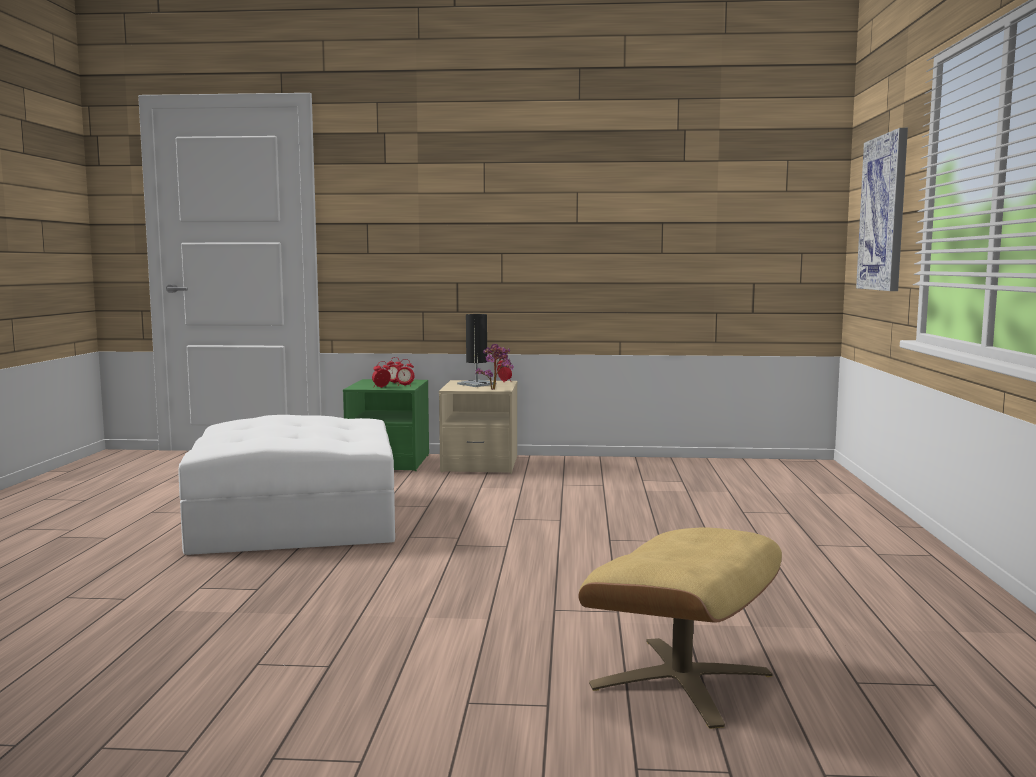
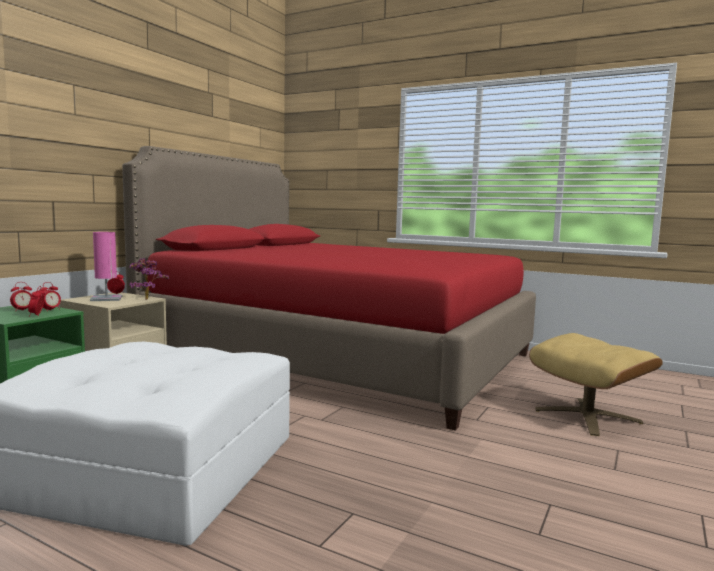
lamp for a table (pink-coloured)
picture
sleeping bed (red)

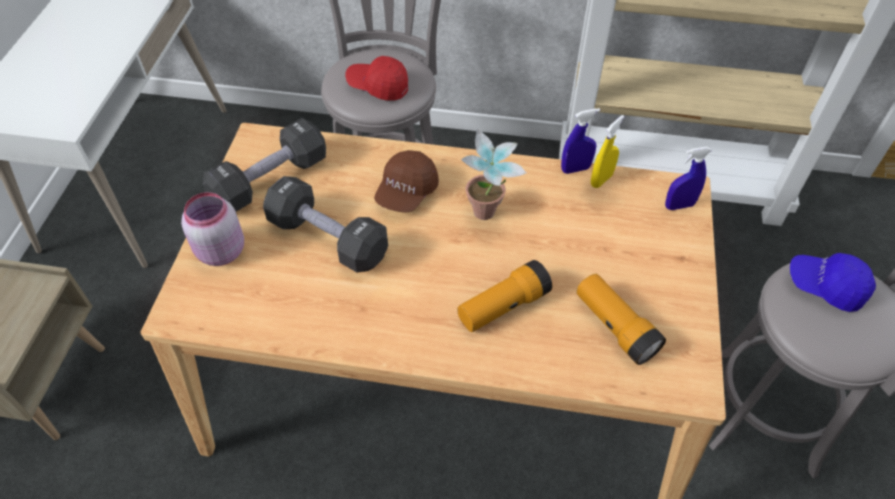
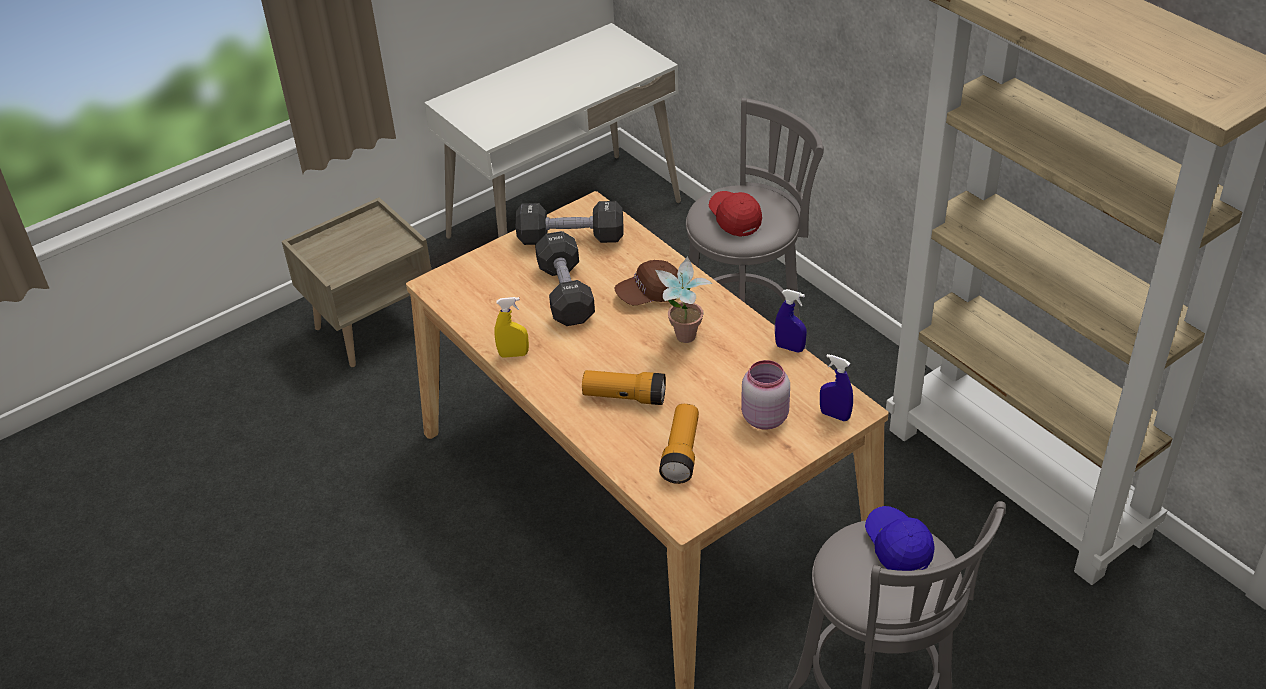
jar (pink-coloured)
spray bottle (yellow)

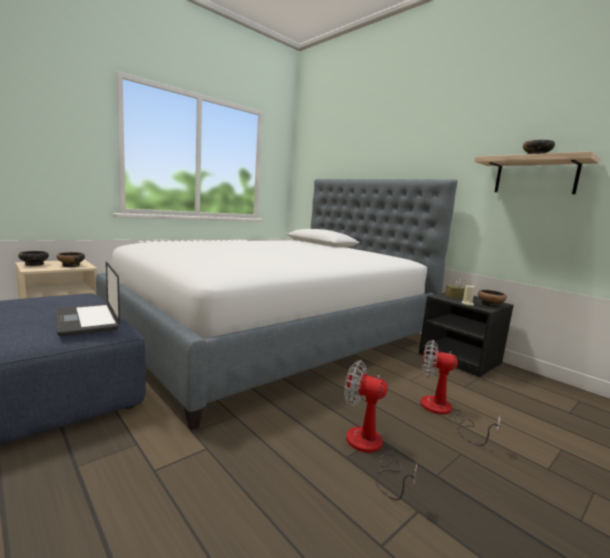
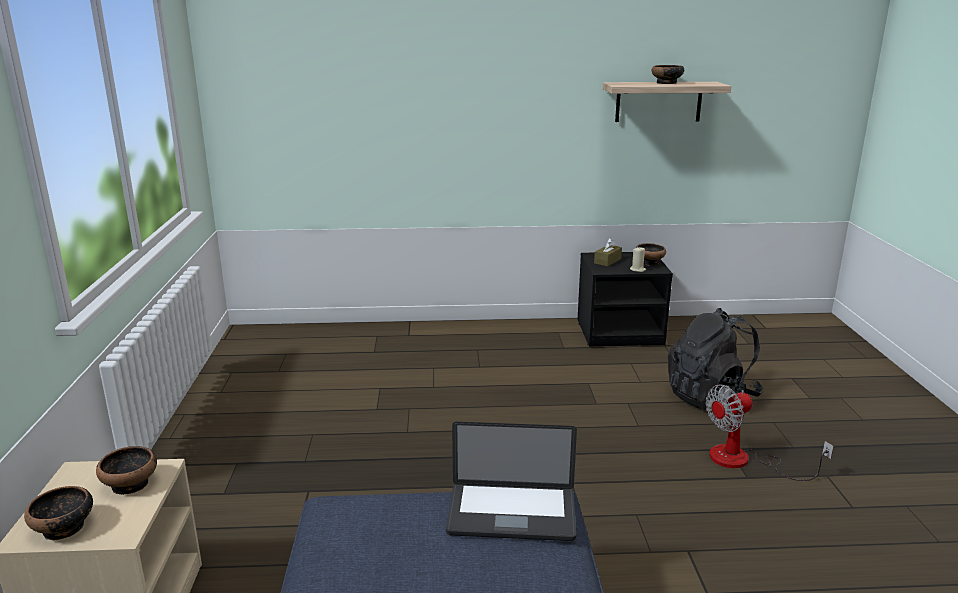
sleeping bed
knapsack (black)

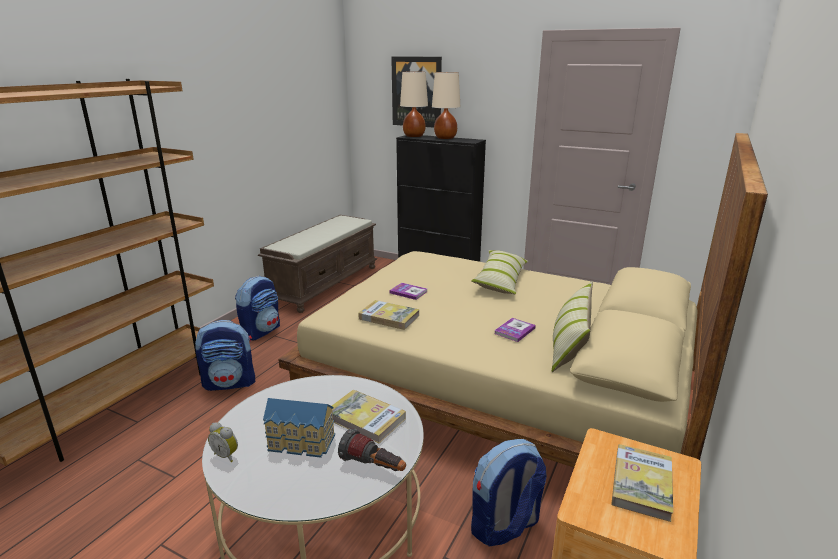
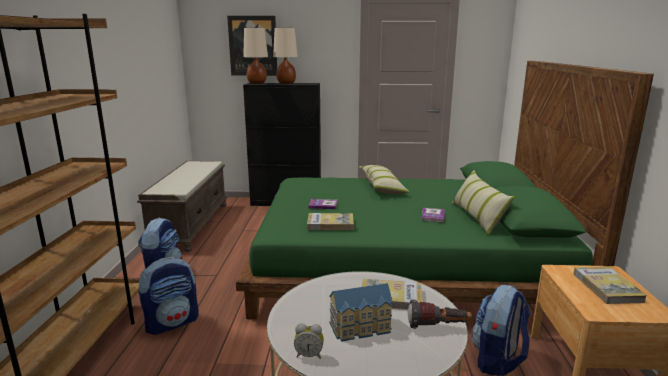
sleeping bed (green)

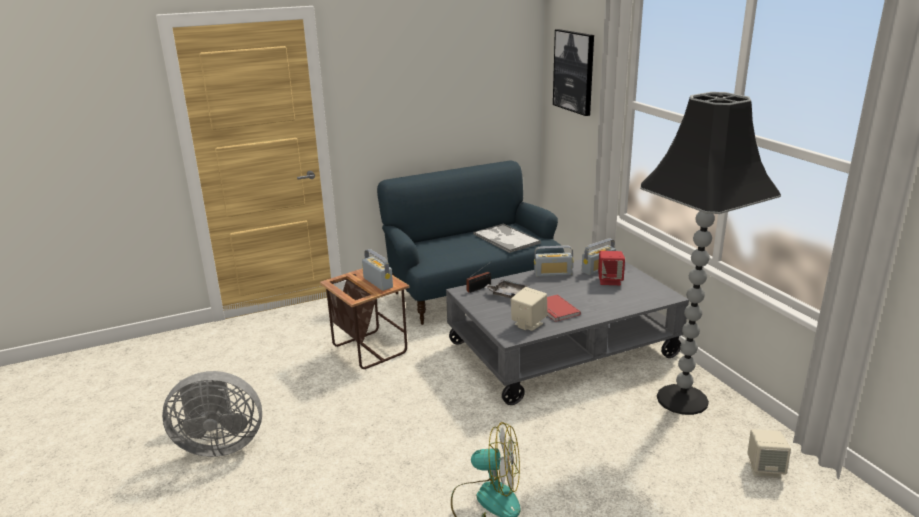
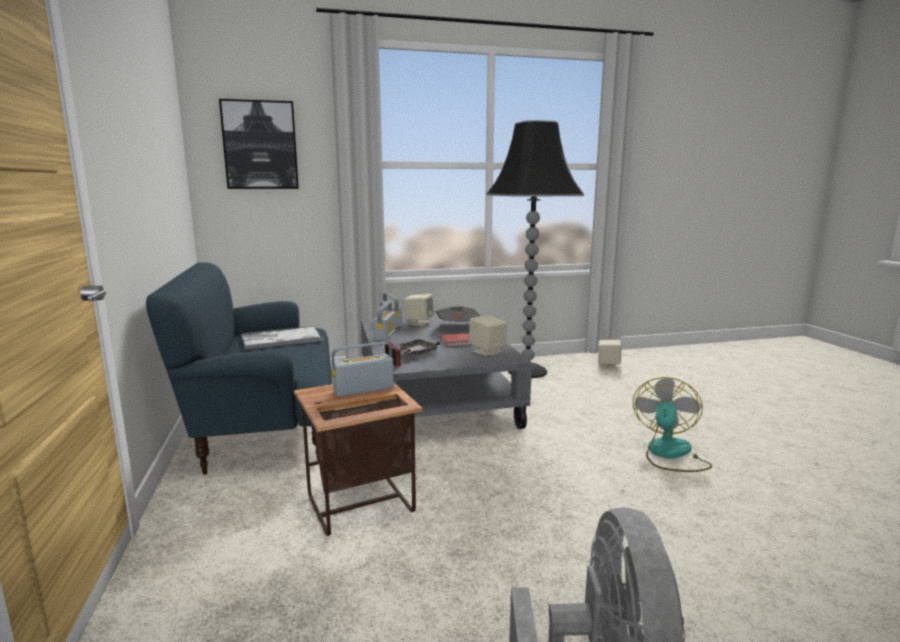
audio speaker (beige-coloured) (1st from left)
printed paper

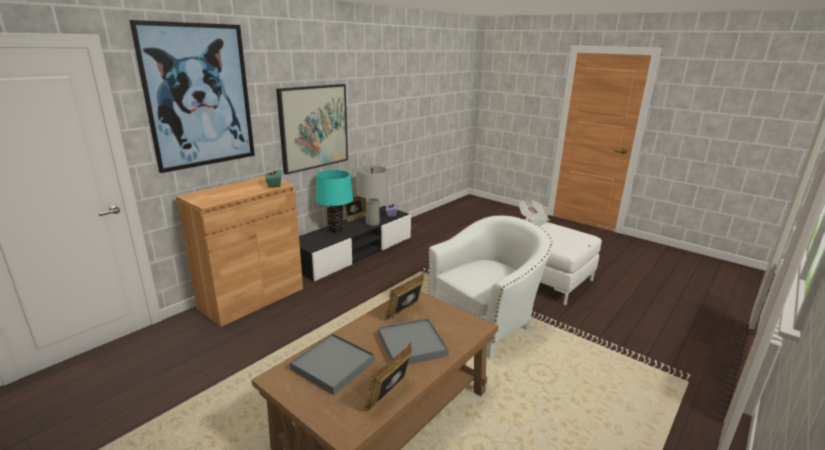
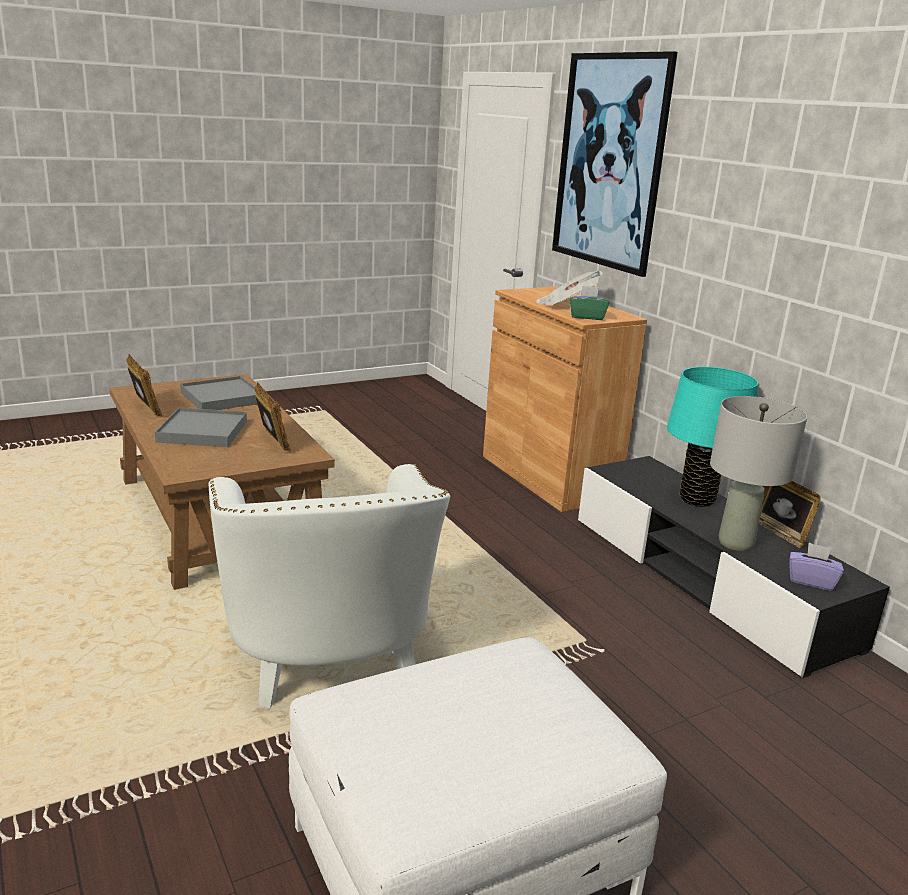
picture (2nd from left in the first image)
printed paper

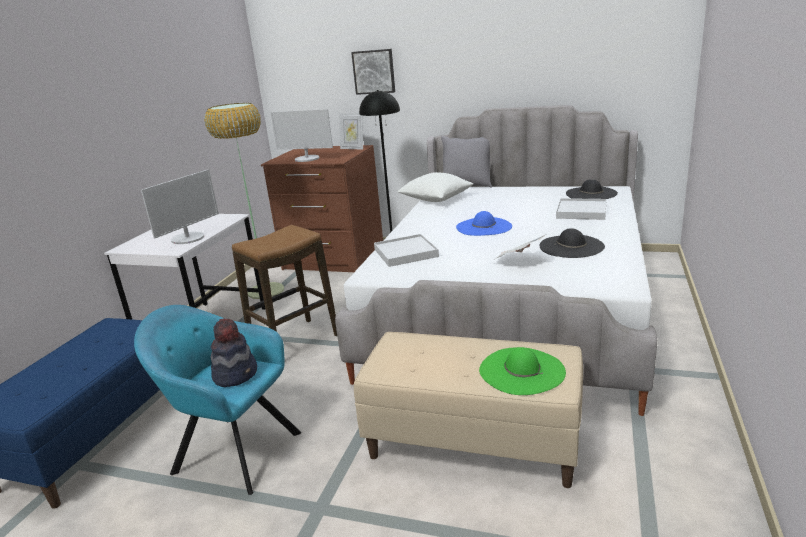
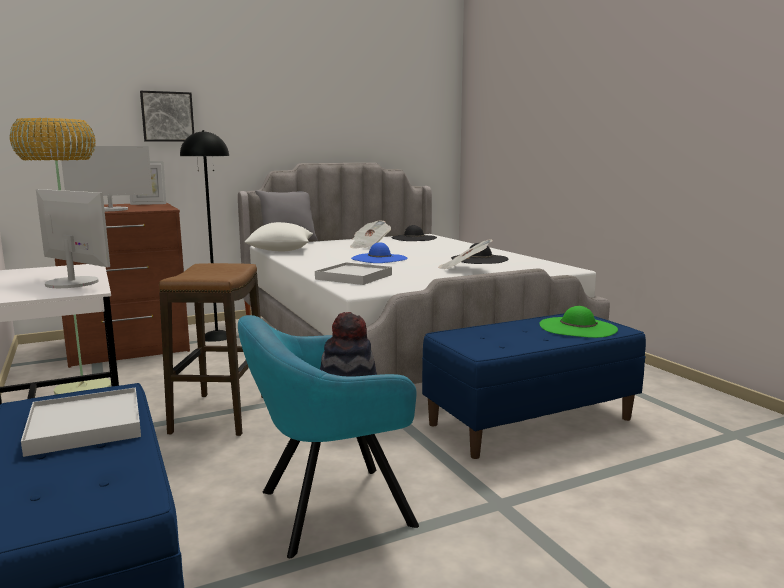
computer display (1st from left)
indoor bench (blue-coloured) (2nd from left)
serving tray (whitish) (1st from left)
printed paper (1st from left)

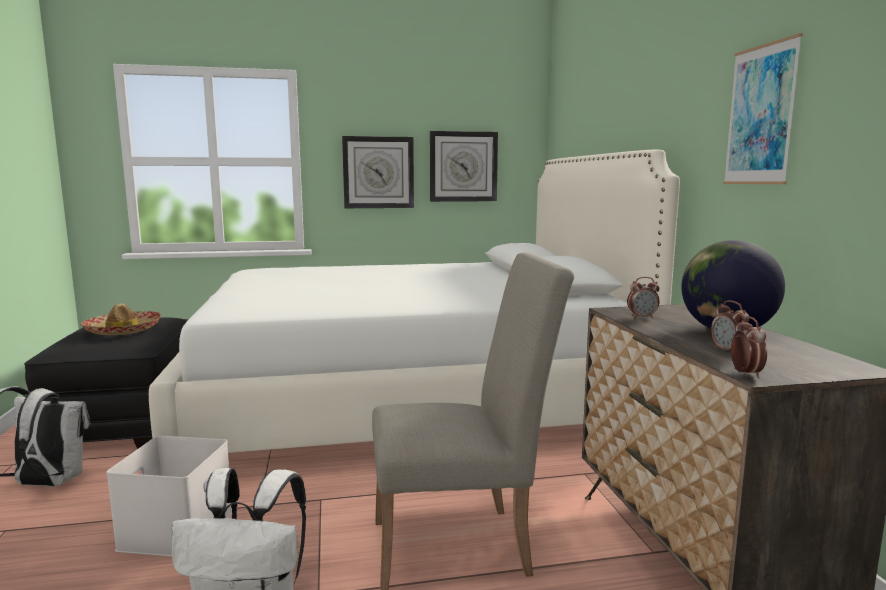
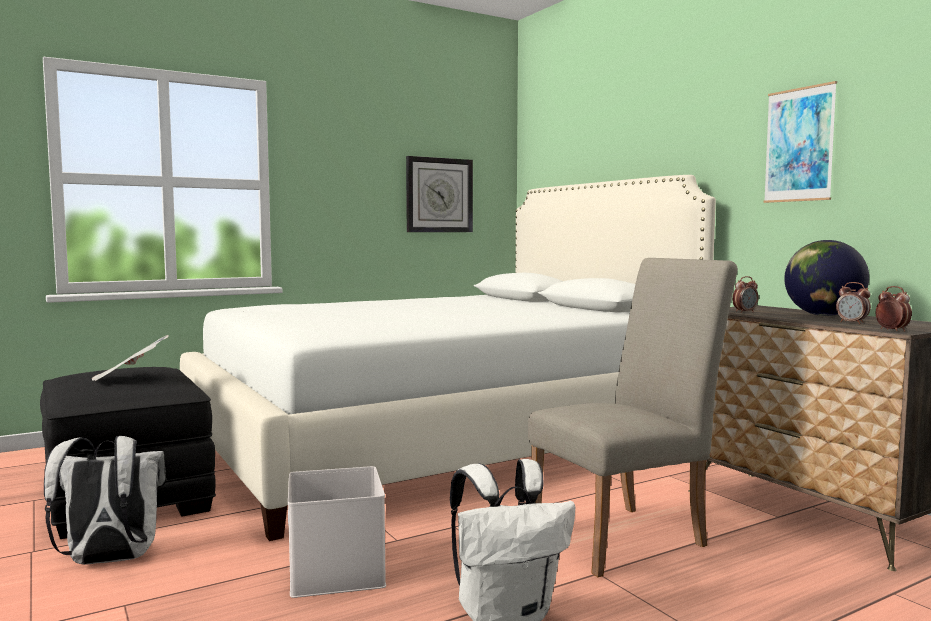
printed paper
wall clock (1st from left in the first image)

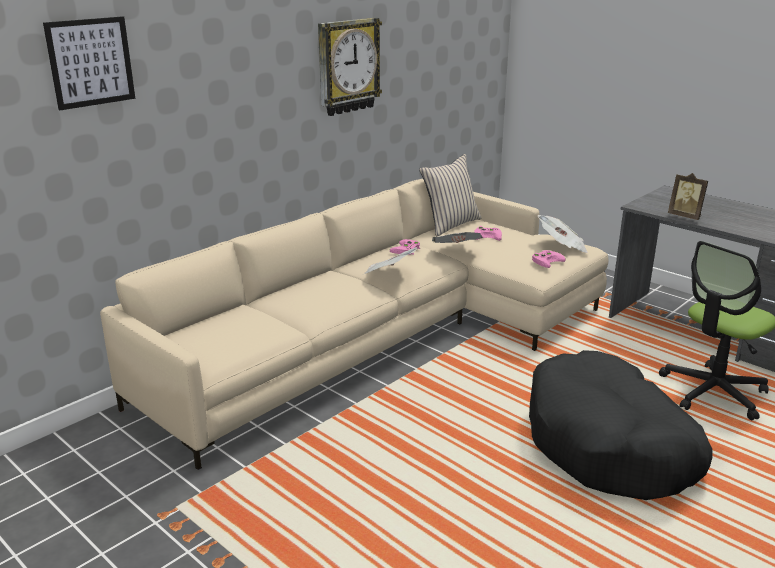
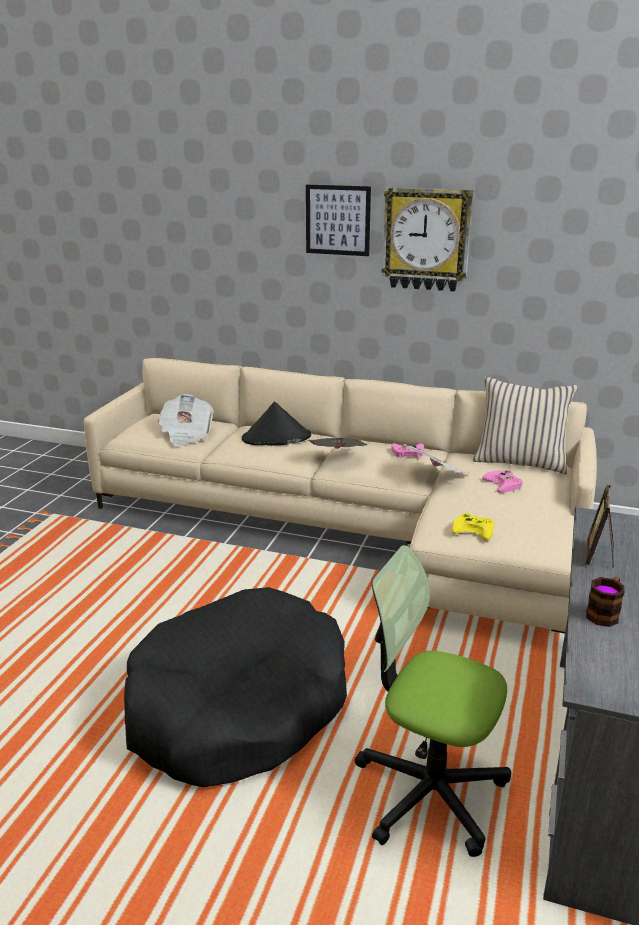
picture
joypad (yellow)
printed paper (1st from left)
clothing hat (black)
tea mug

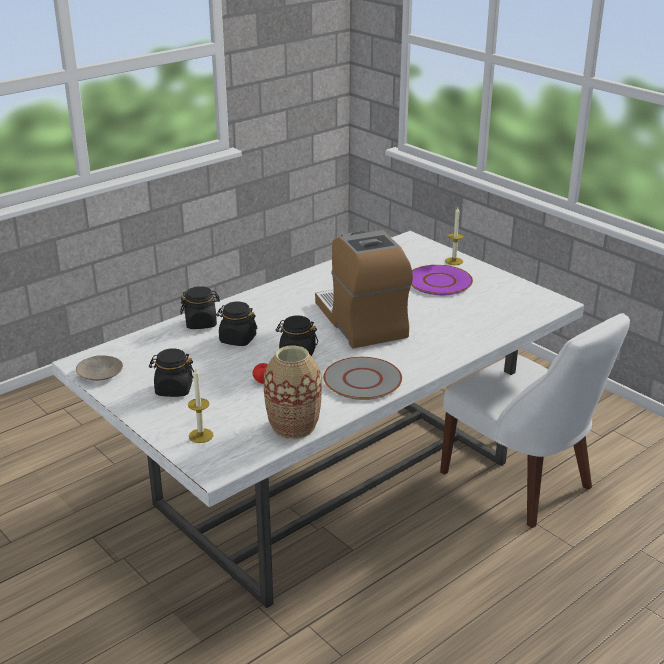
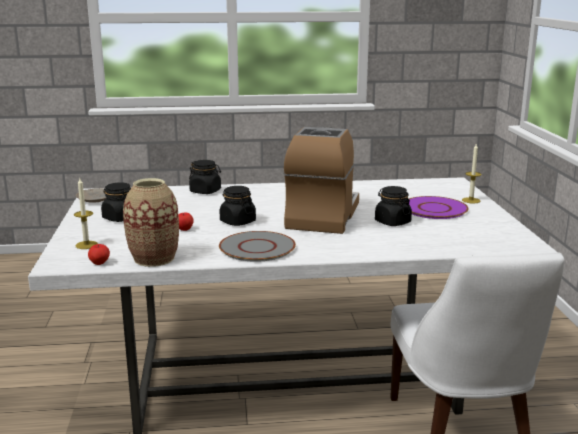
jar (black) (4th from left)
apple (1st from left)

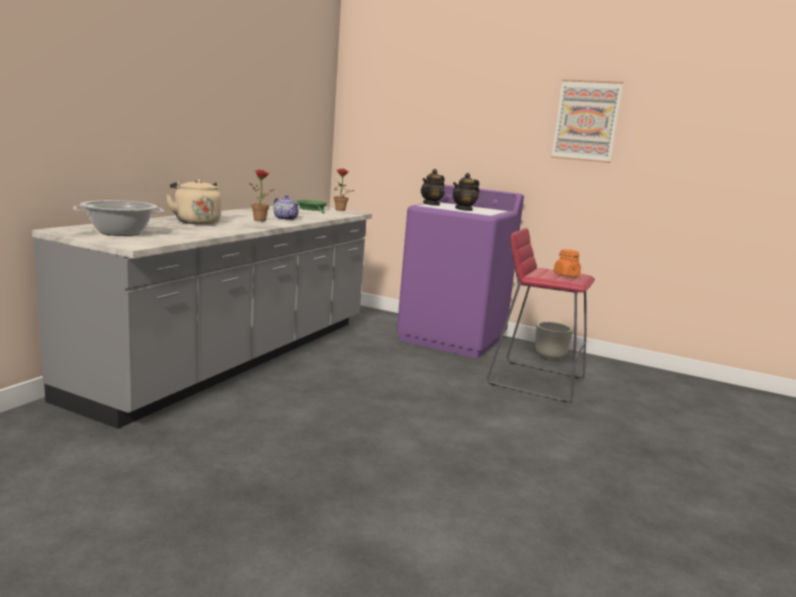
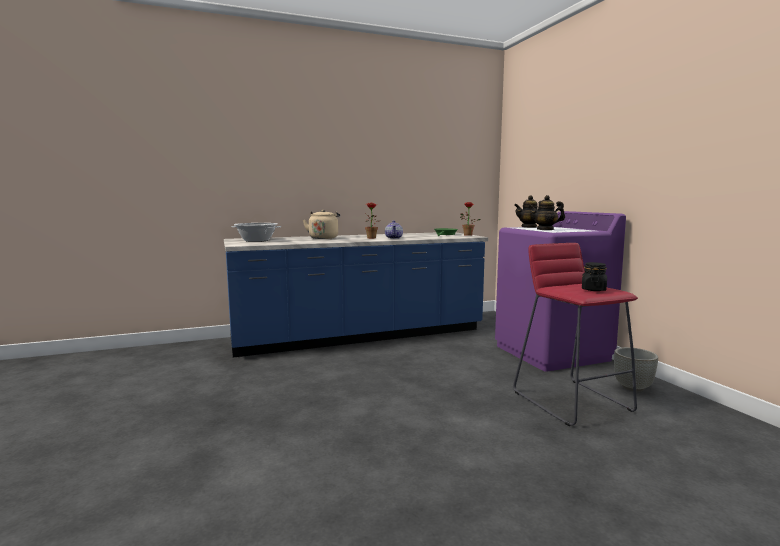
kitchen base unit (blue-coloured)
picture
jar (black)

